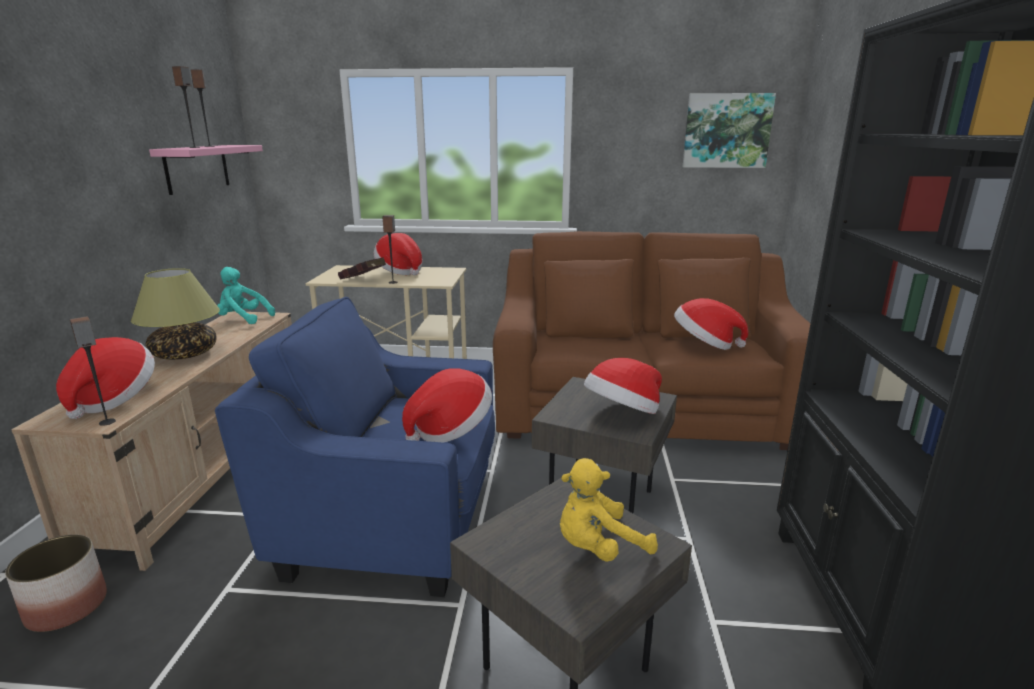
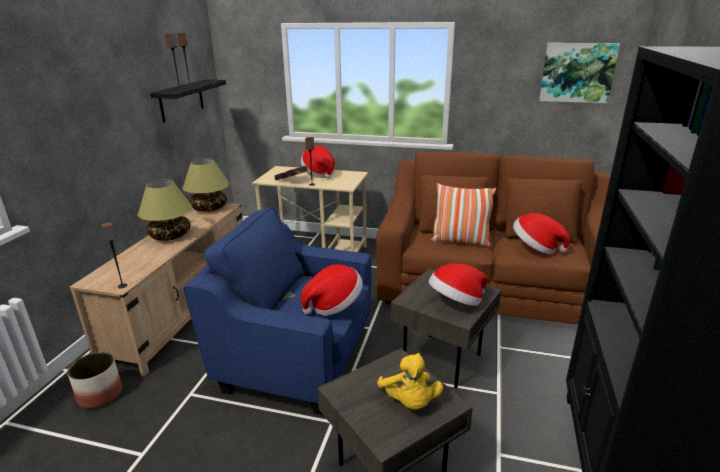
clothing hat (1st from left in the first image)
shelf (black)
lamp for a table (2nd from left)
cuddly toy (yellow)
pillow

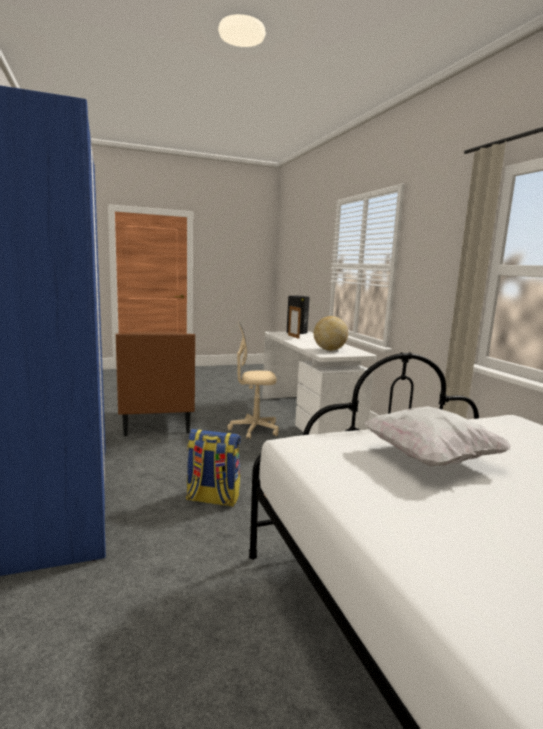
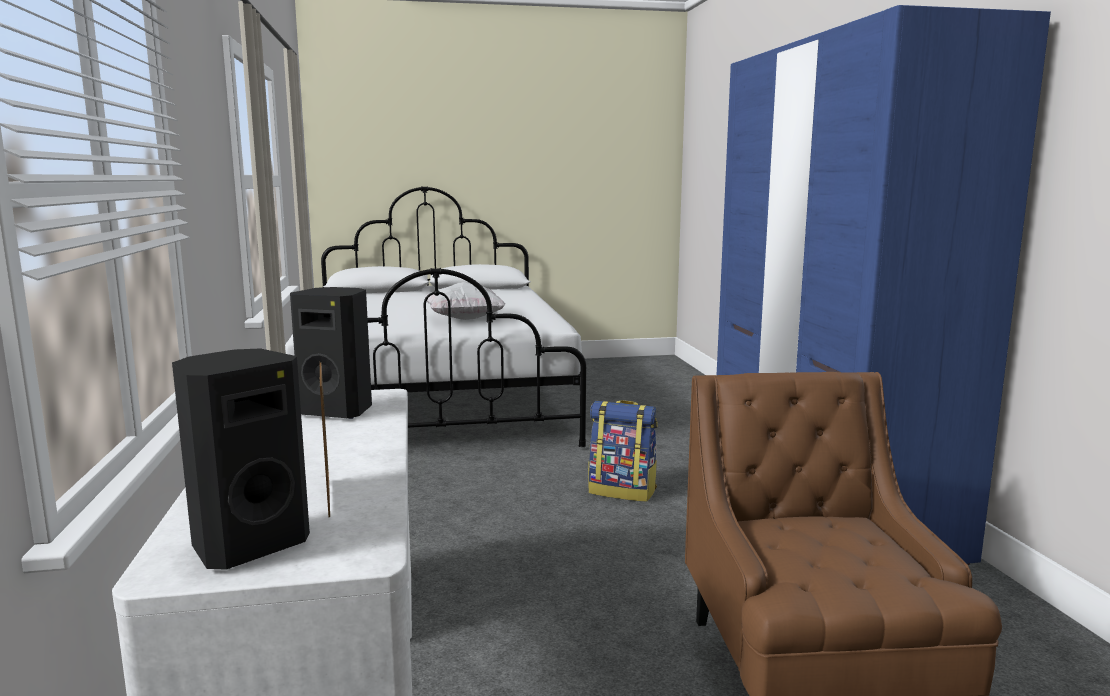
office chair (beige-coloured)
audio speaker (black) (2nd from left)

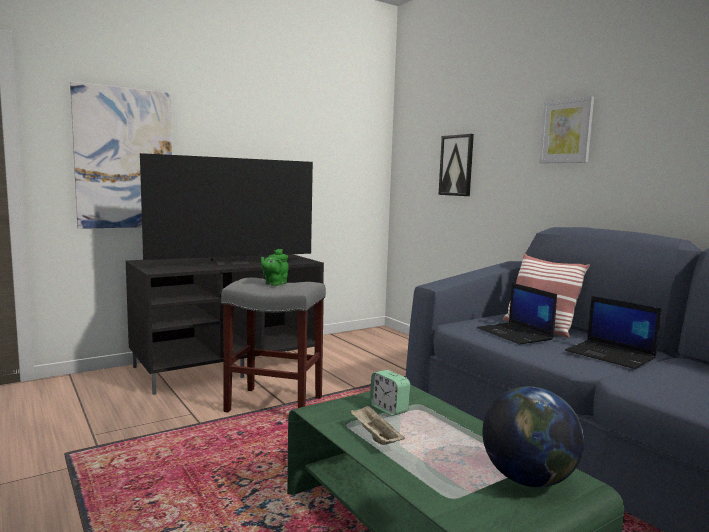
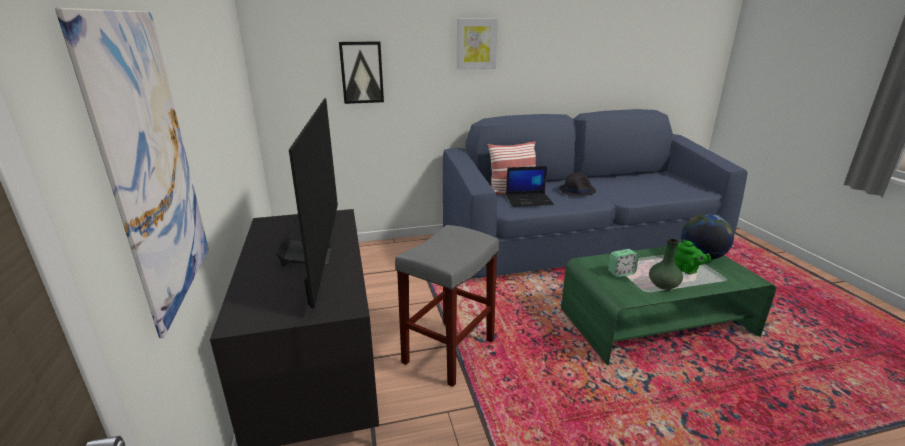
pot for tea (green)
flower vase (green)
clothing hat (black)

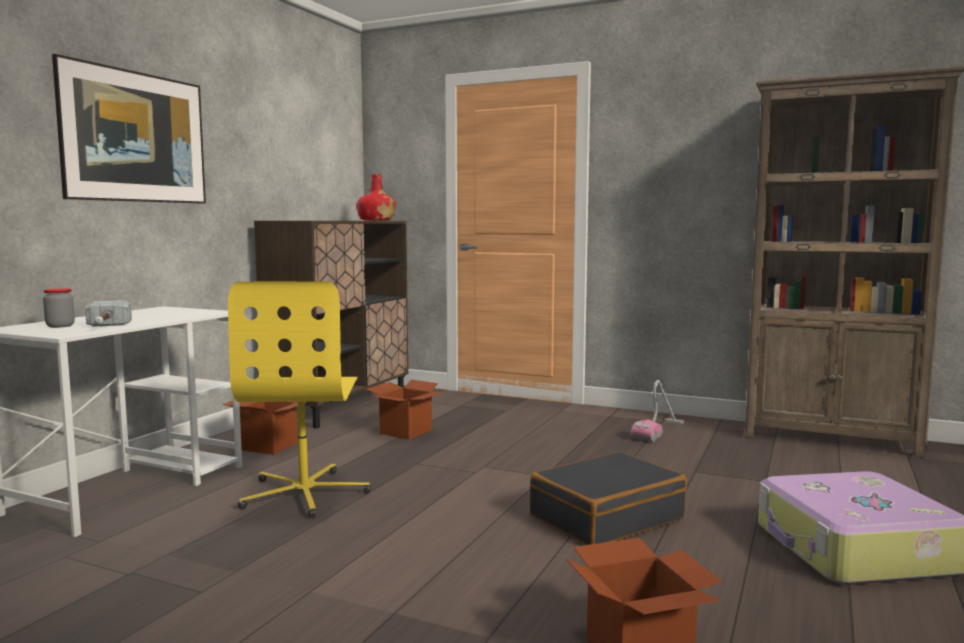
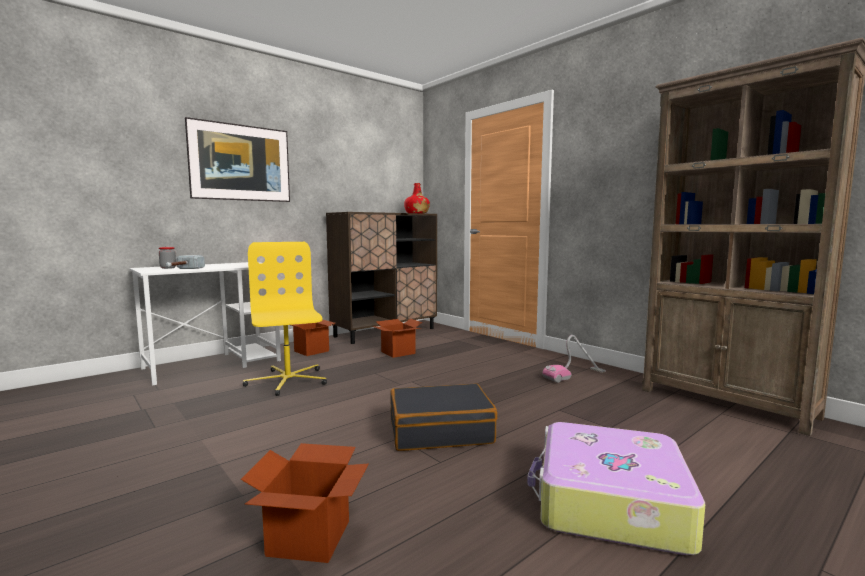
office chair (yellow)

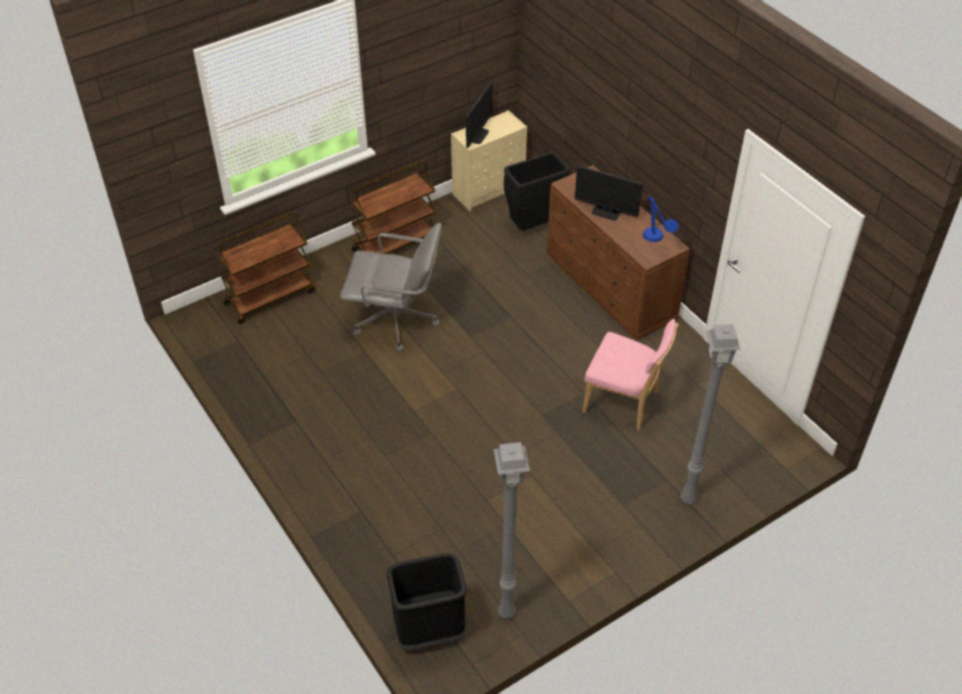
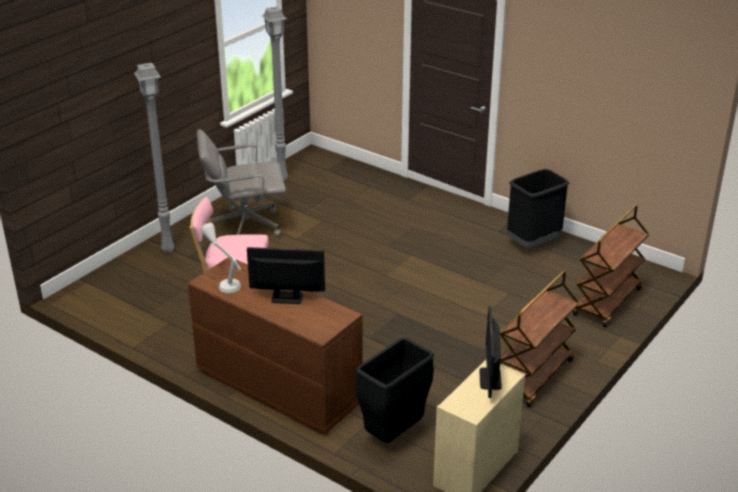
office chair (gray)
rubbish bin (black) (2nd from left)
lamp for a table (gray)

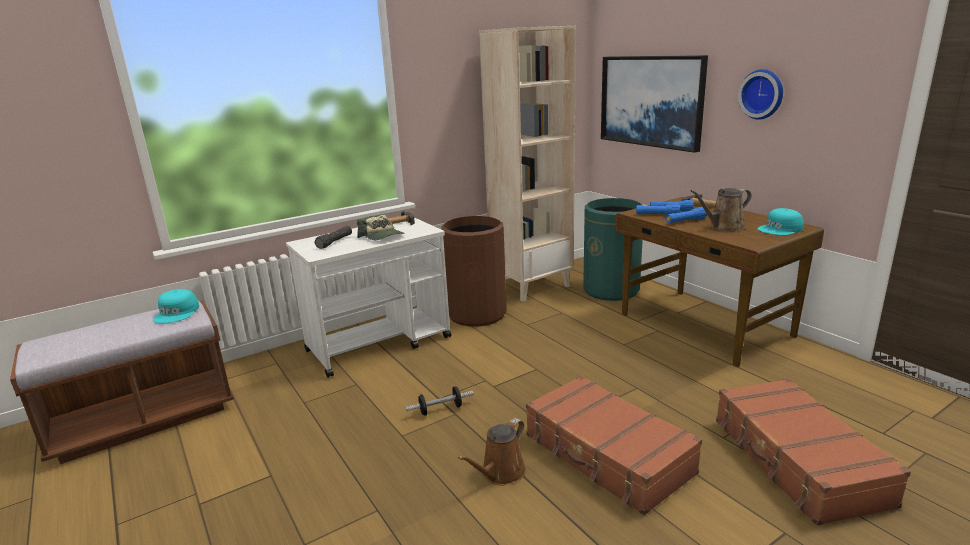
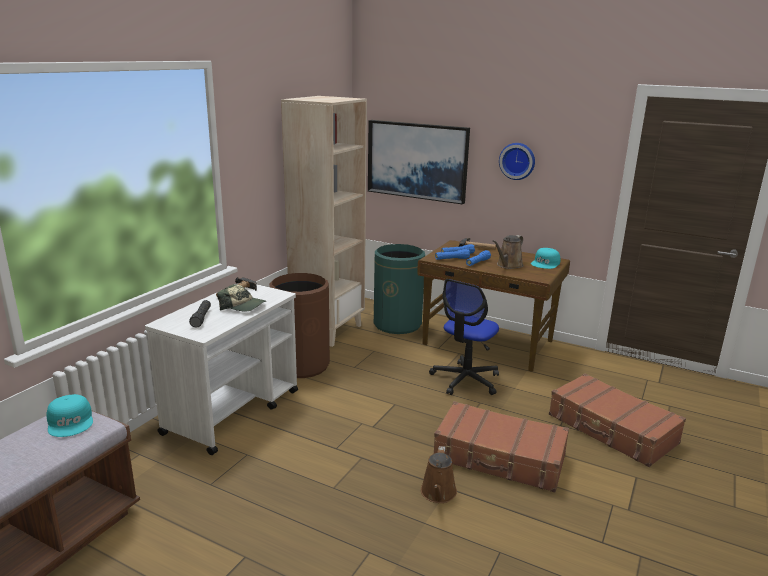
free weight
office chair

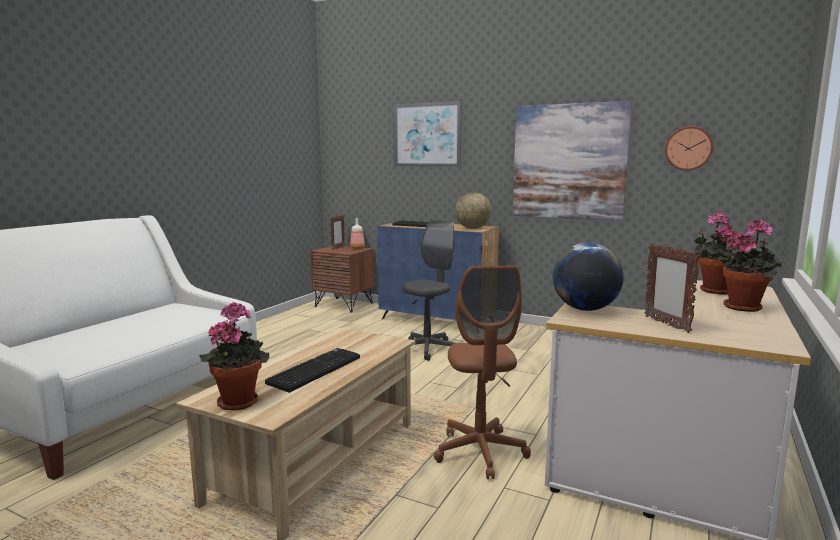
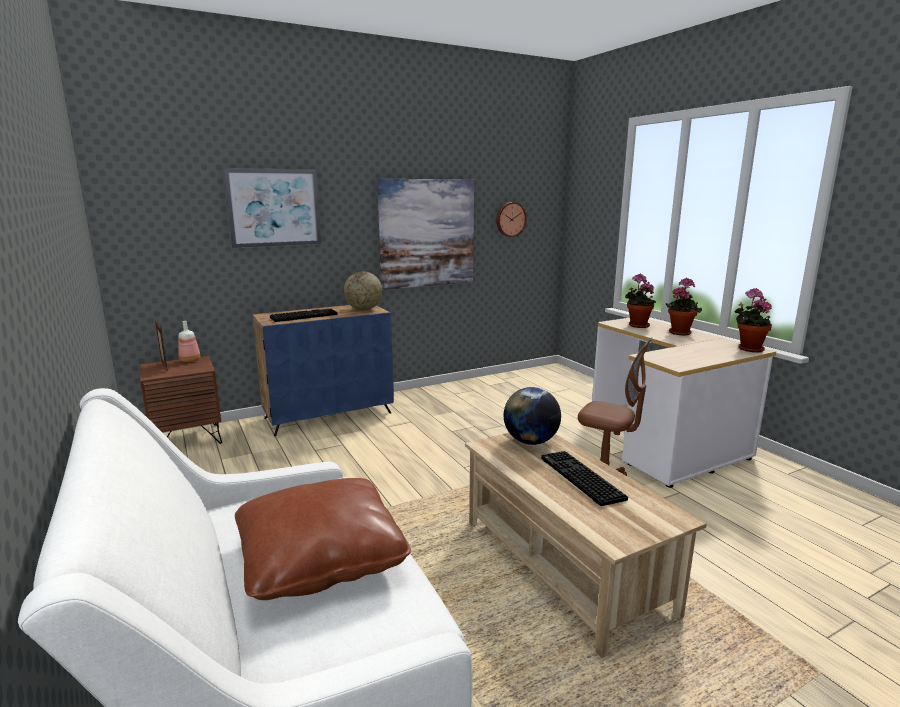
plant in a pot (3rd from left)
office chair (gray)
globe (2nd from left)
photo frame (2nd from left in the first image)
pillow (brownish)

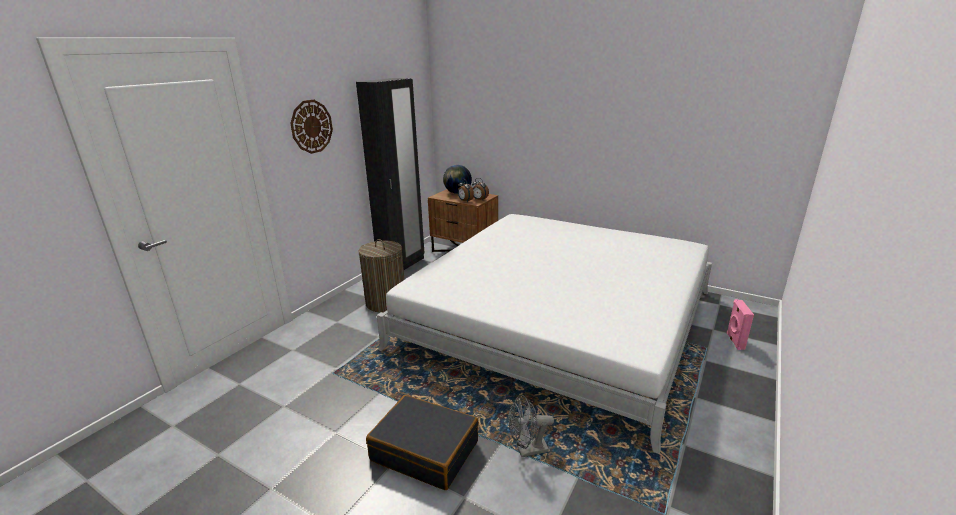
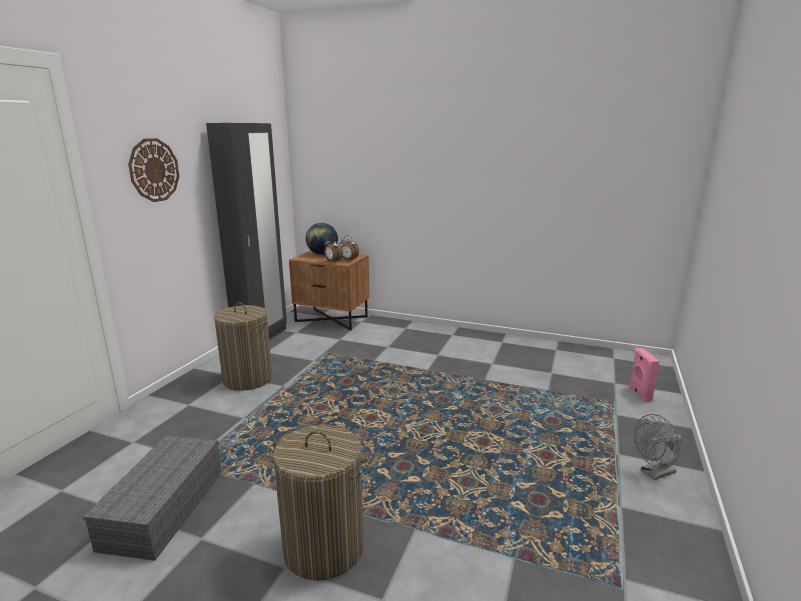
hamper (2nd from left)
sleeping bed (whitish)
cooling fan (gray)
storage container (gray)

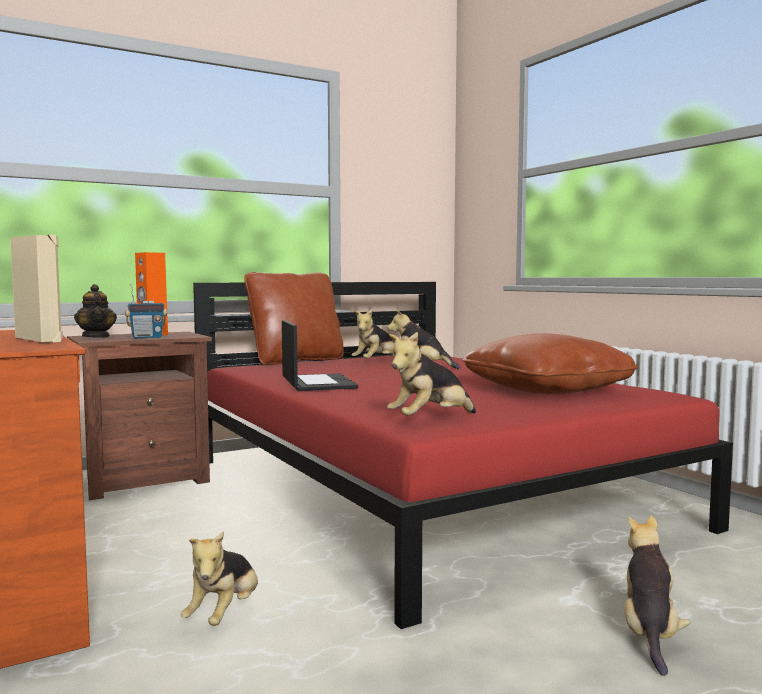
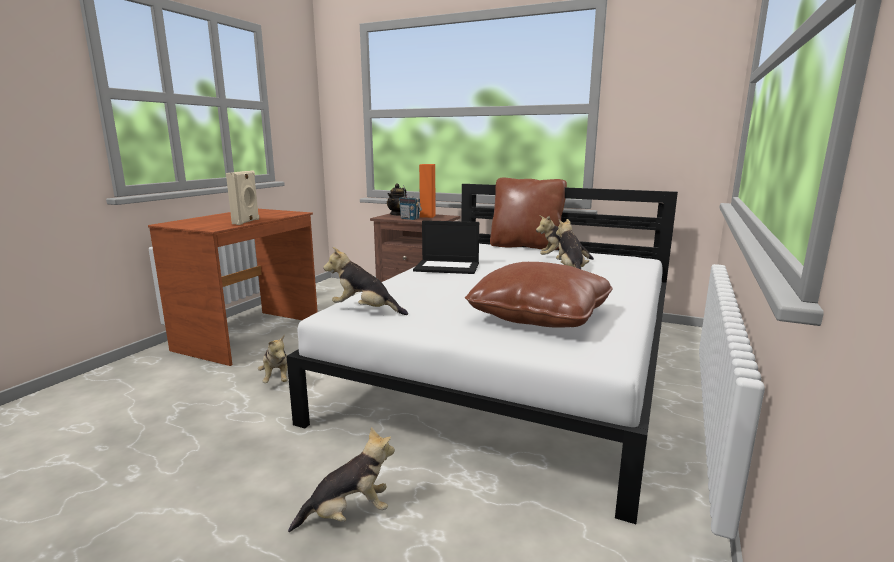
cuddly toy (1st from left)
sleeping bed (whitish)
notebook computer

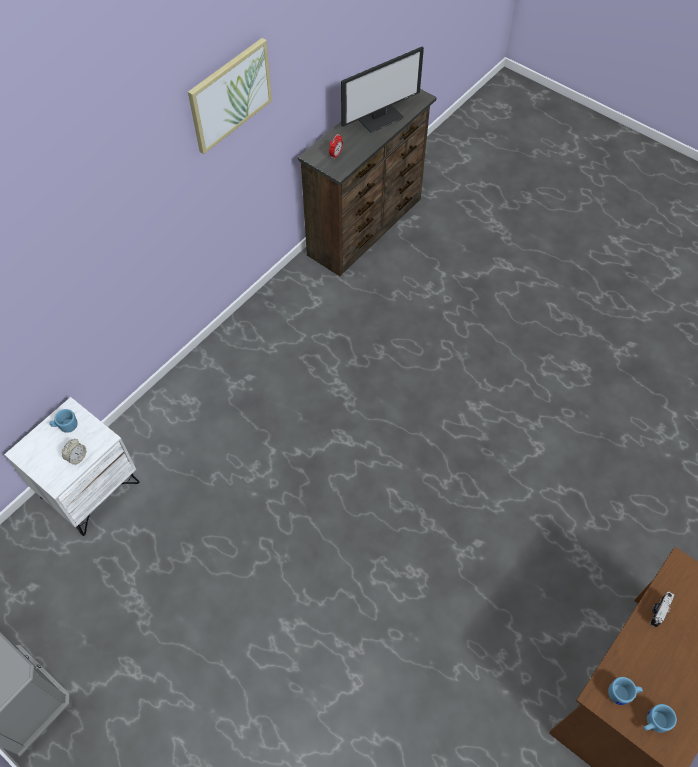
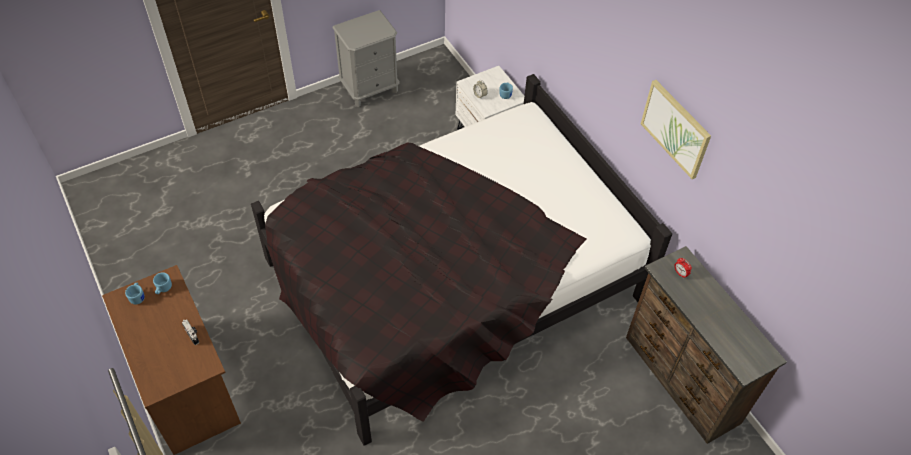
computer display
sleeping bed (black)

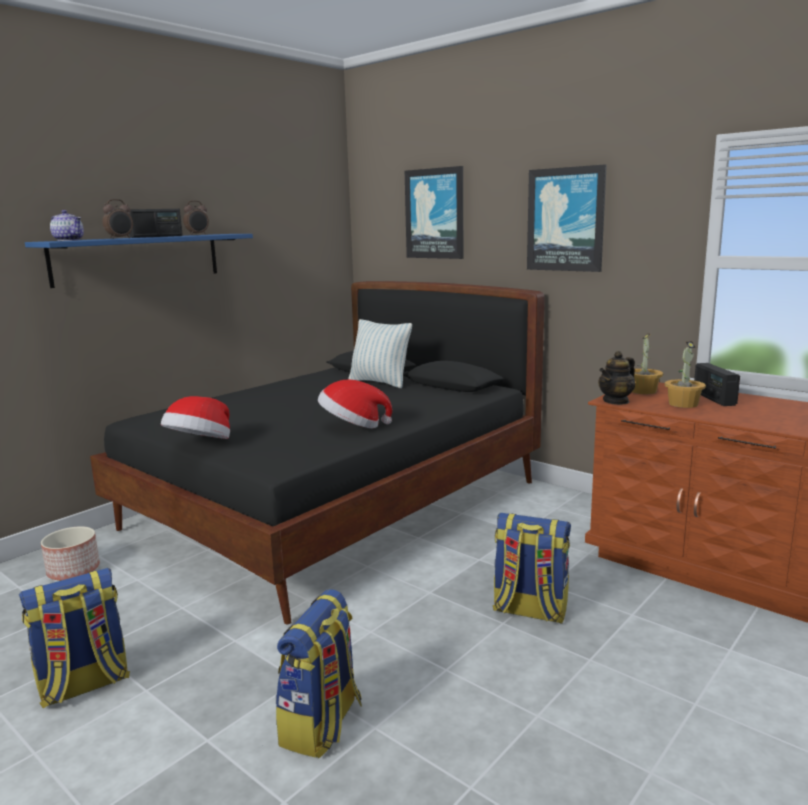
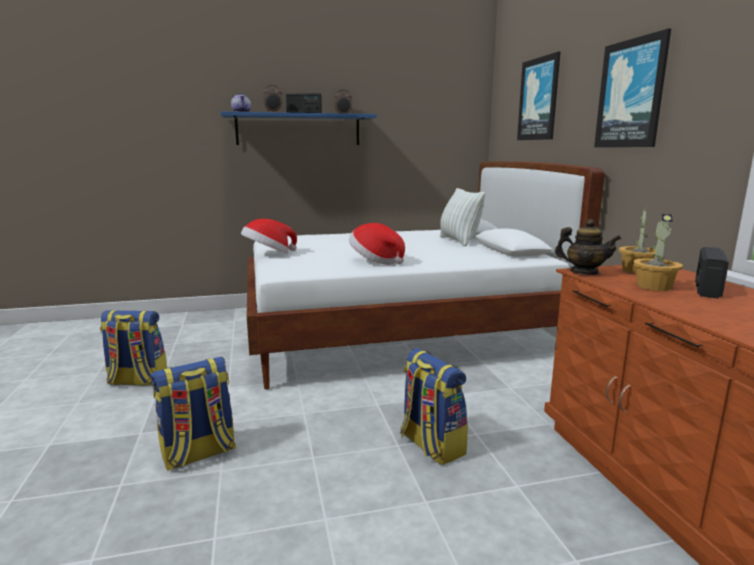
planter
sleeping bed (whitish)
pot for tea (2nd from left)

